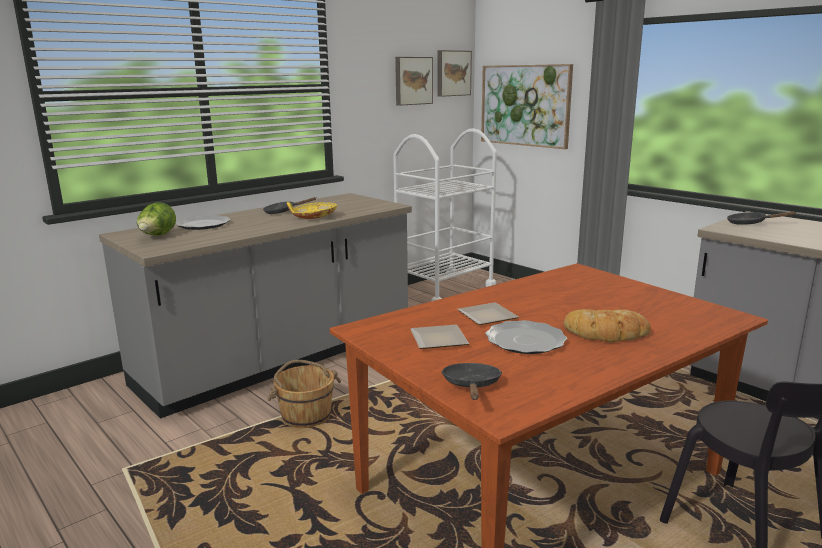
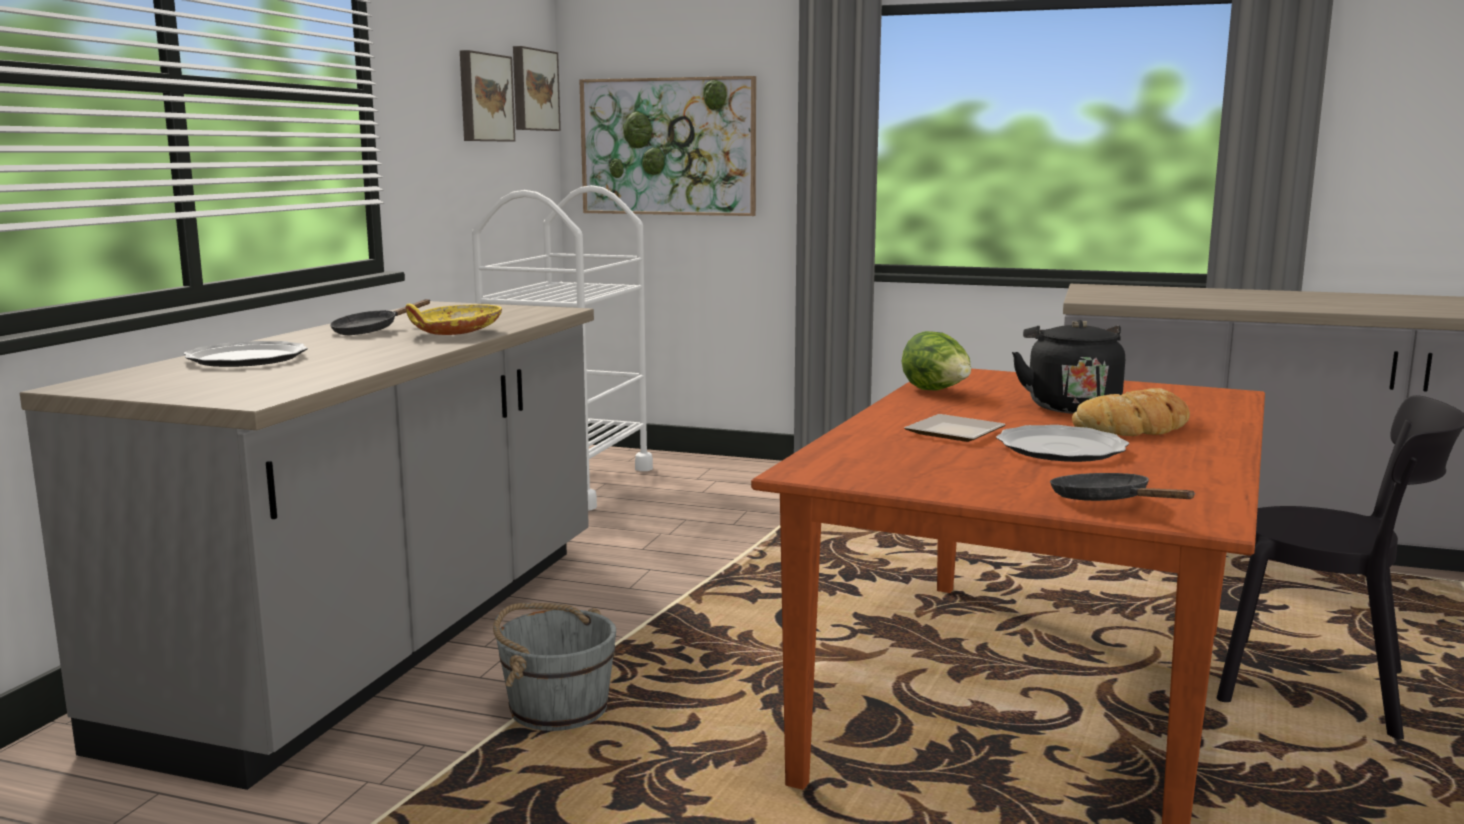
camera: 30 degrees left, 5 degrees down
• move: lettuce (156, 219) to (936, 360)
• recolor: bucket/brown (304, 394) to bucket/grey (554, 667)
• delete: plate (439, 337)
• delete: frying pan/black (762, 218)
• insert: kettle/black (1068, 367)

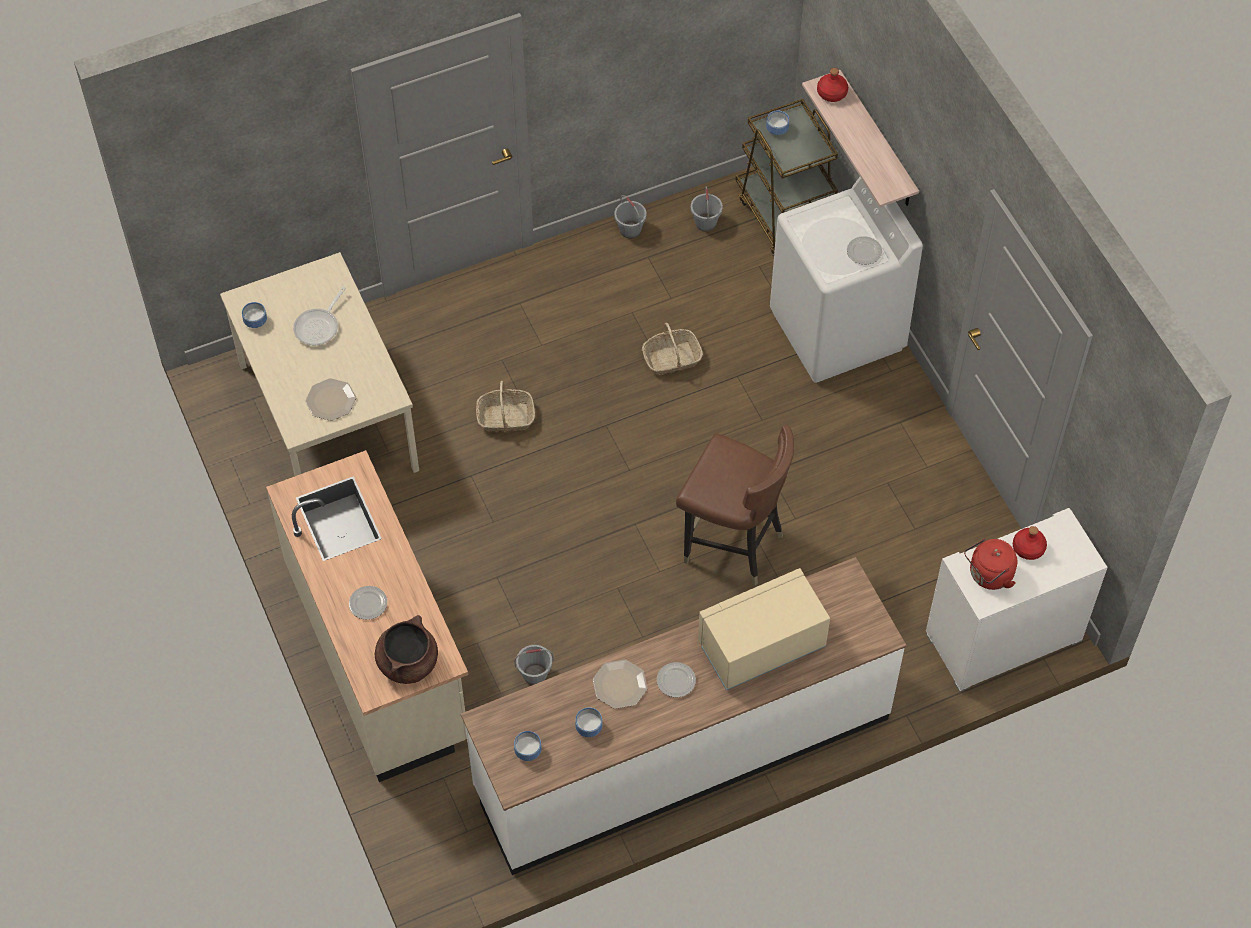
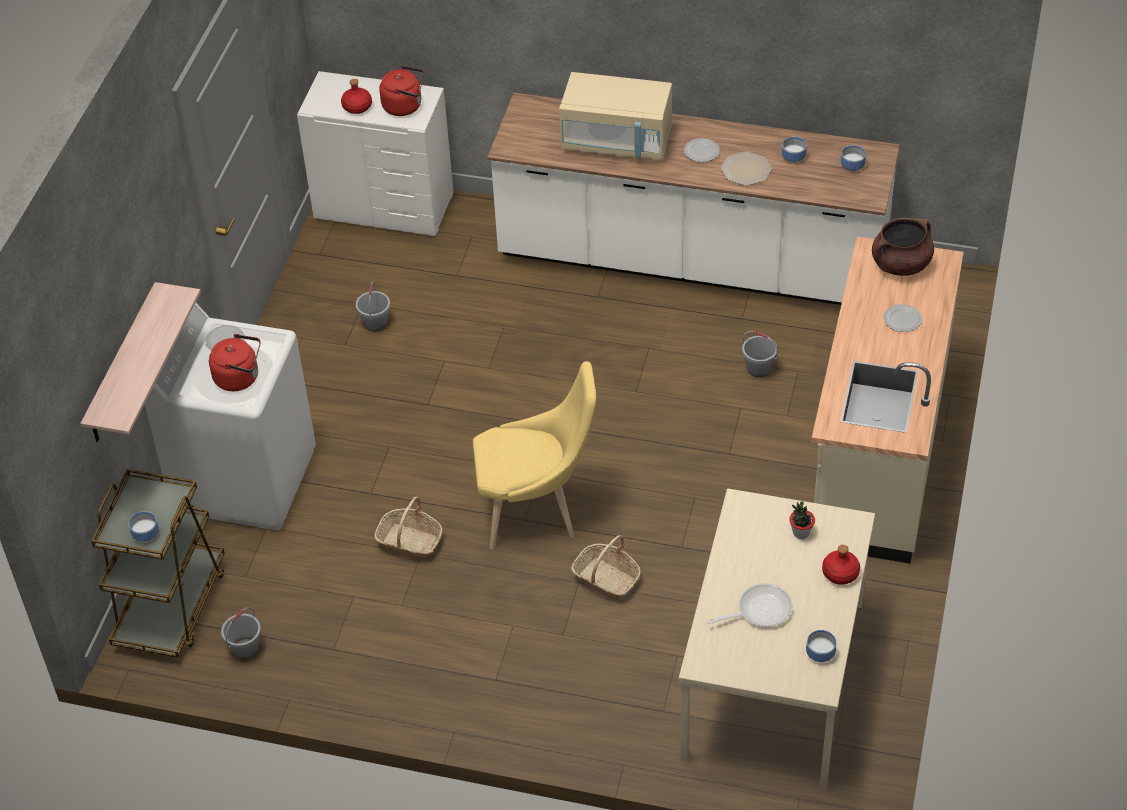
camera: 140 degrees left, 10 degrees down
• replace: plate (330, 399) to potted plant (802, 520)
• move: bucket/grey (630, 217) to (373, 307)
• delete: chair/brown (735, 504)
• move: bottle/red (832, 85) to (841, 565)
• insert: kettle/red (234, 362)
• insert: chair/yellow (534, 455)

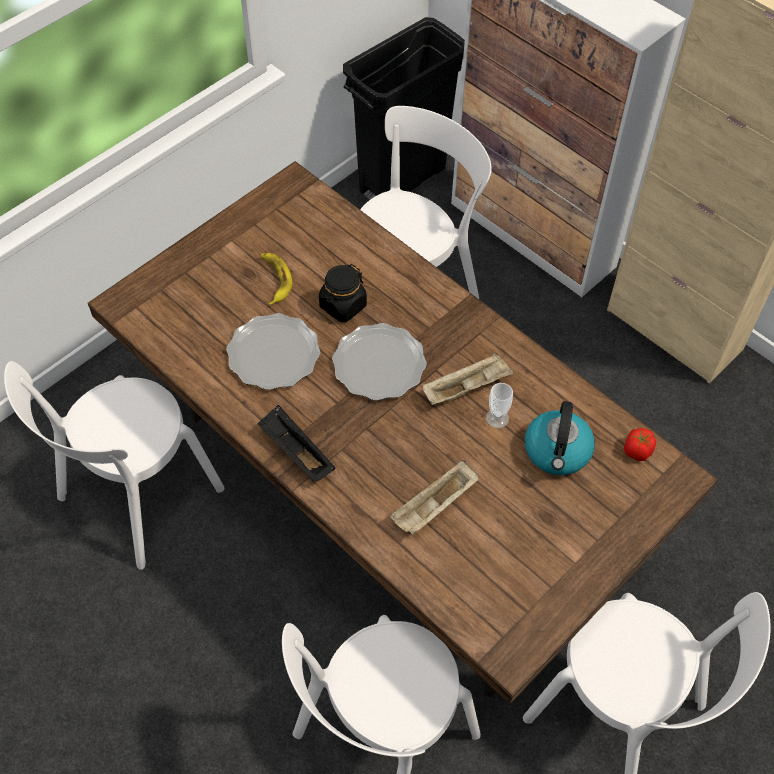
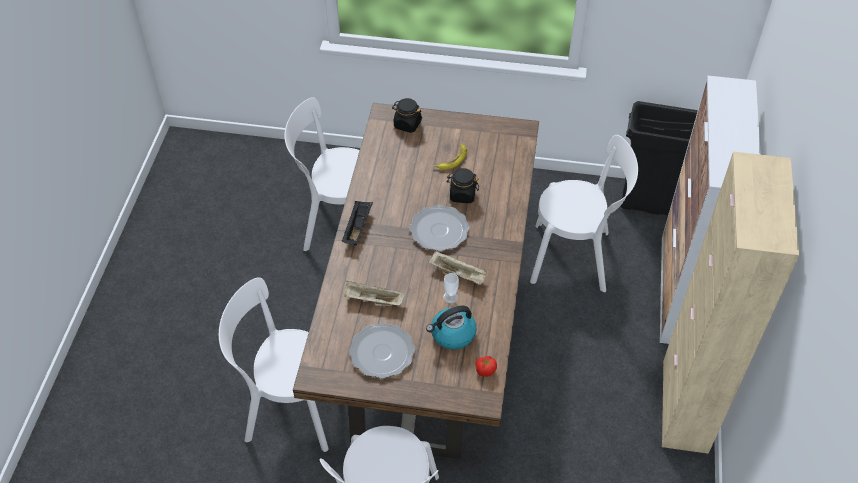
camera: 55 degrees right, 5 degrees down
• move: plate (273, 351) to (382, 351)
• insert: jar/black (407, 115)

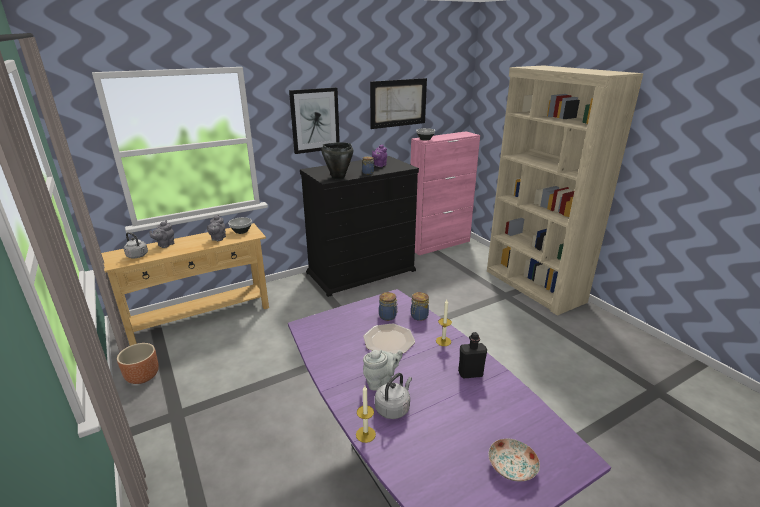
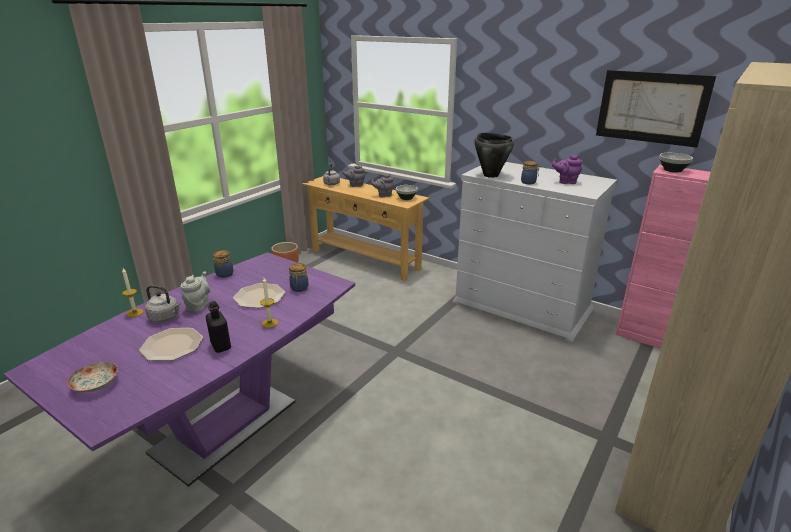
camera: 65 degrees right, 0 degrees up
• delete: picture (314, 120)
• recolor: dresser/black (359, 226) to dresser/white (534, 252)
• rotate: teapot/grey (383, 370) = (195, 291) 120 degrees counterclockwise
• move: jar (420, 306) to (222, 264)
• insert: plate (171, 344)

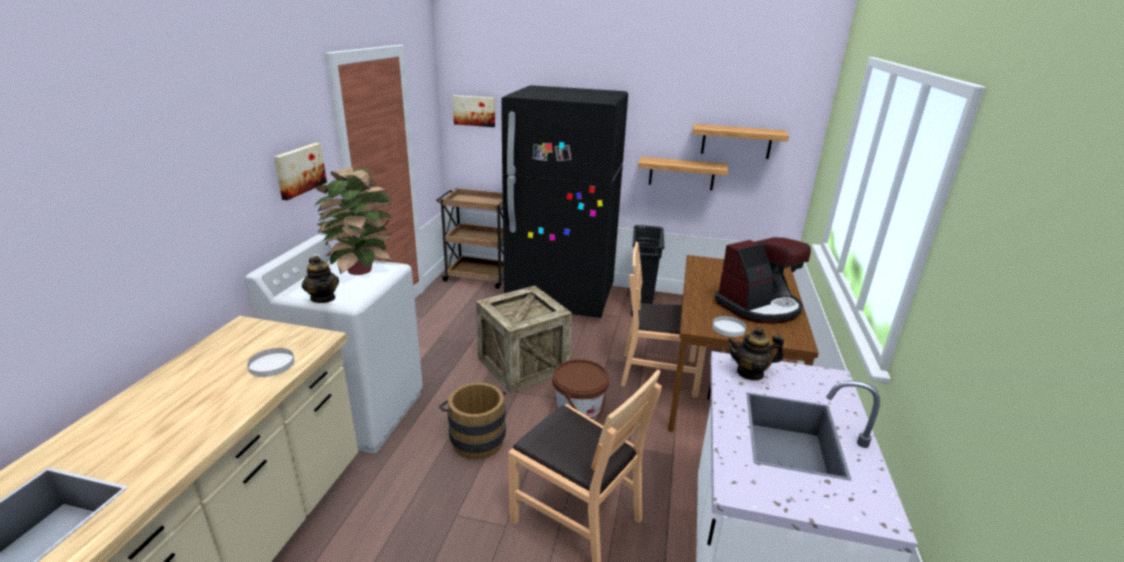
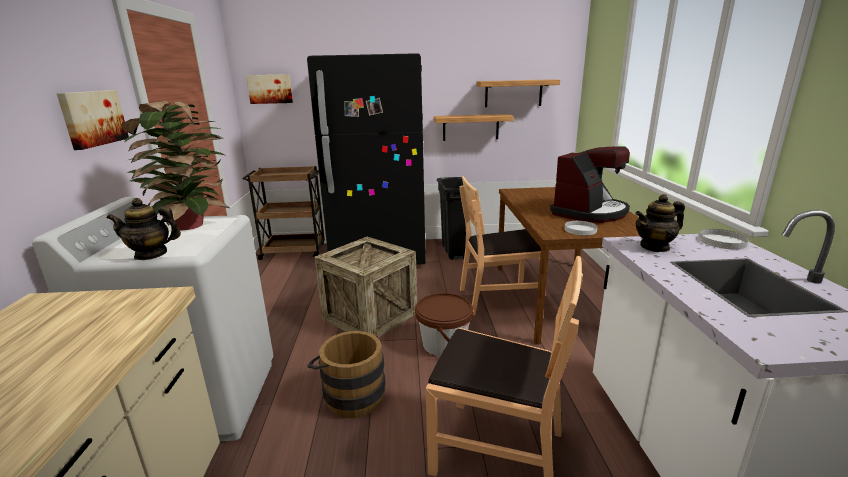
camera: 15 degrees left, 5 degrees down
• move: plate/white (271, 362) to (724, 239)
• rotate: teapot (320, 279) = (143, 229) 135 degrees clockwise

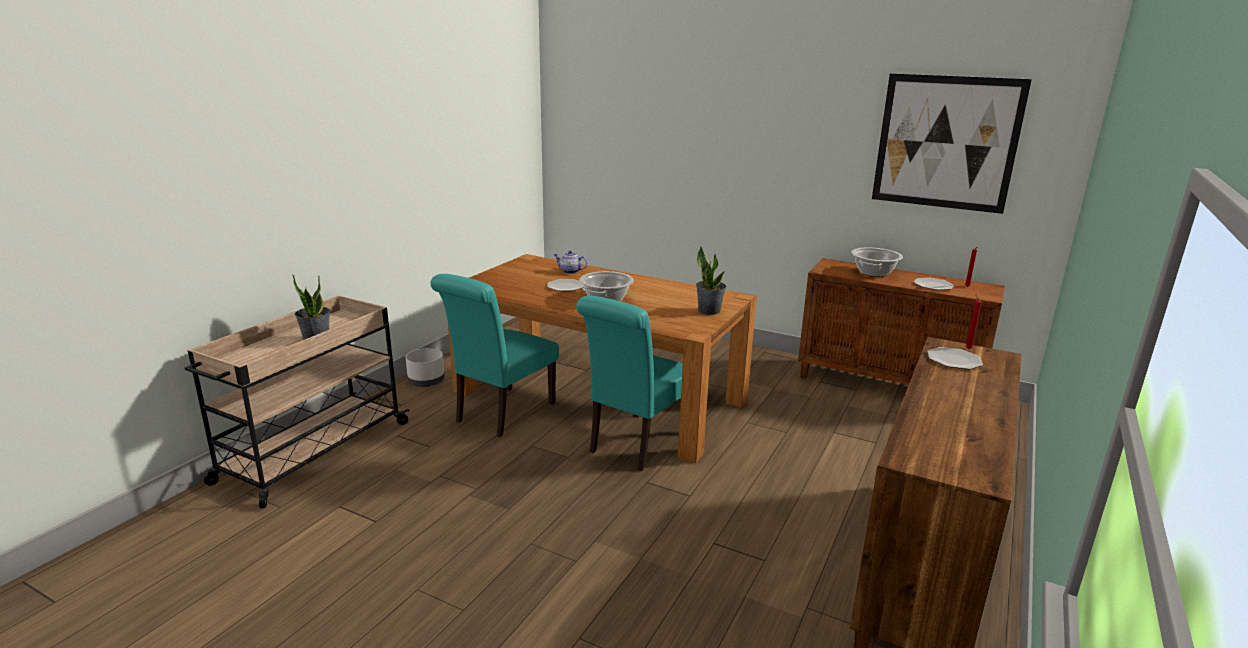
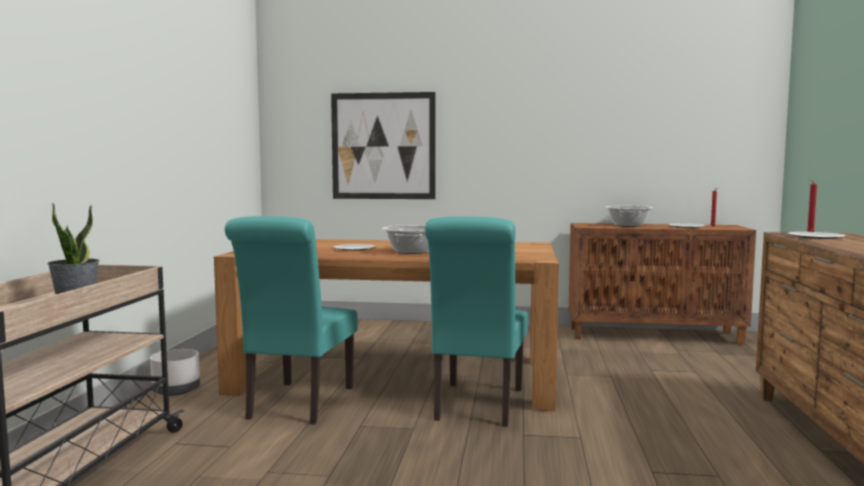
camera: 20 degrees left, 15 degrees down
• delete: teapot (571, 262)
• delete: potted plant (711, 280)
• move: picture (952, 144) to (383, 145)

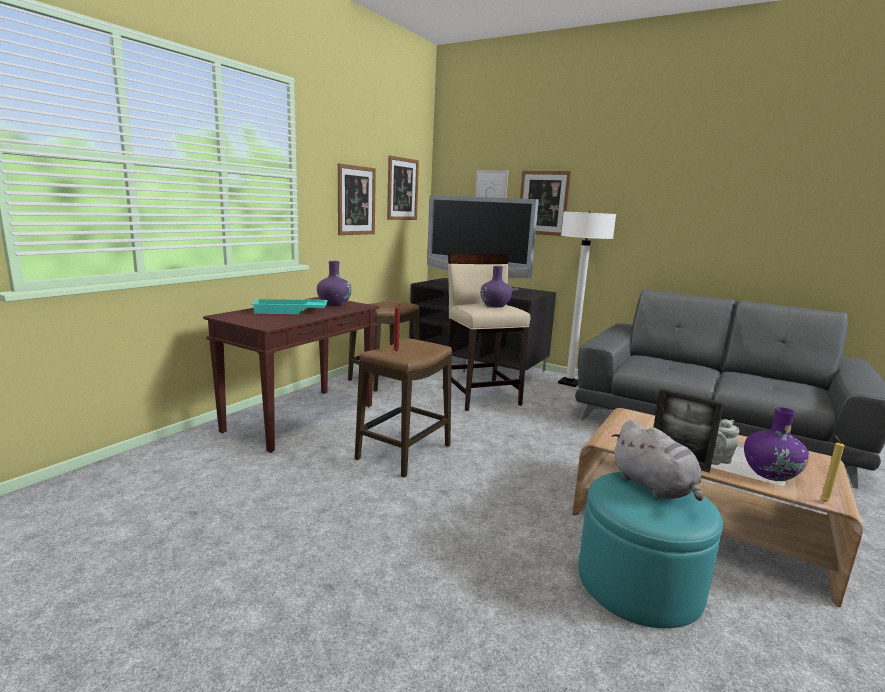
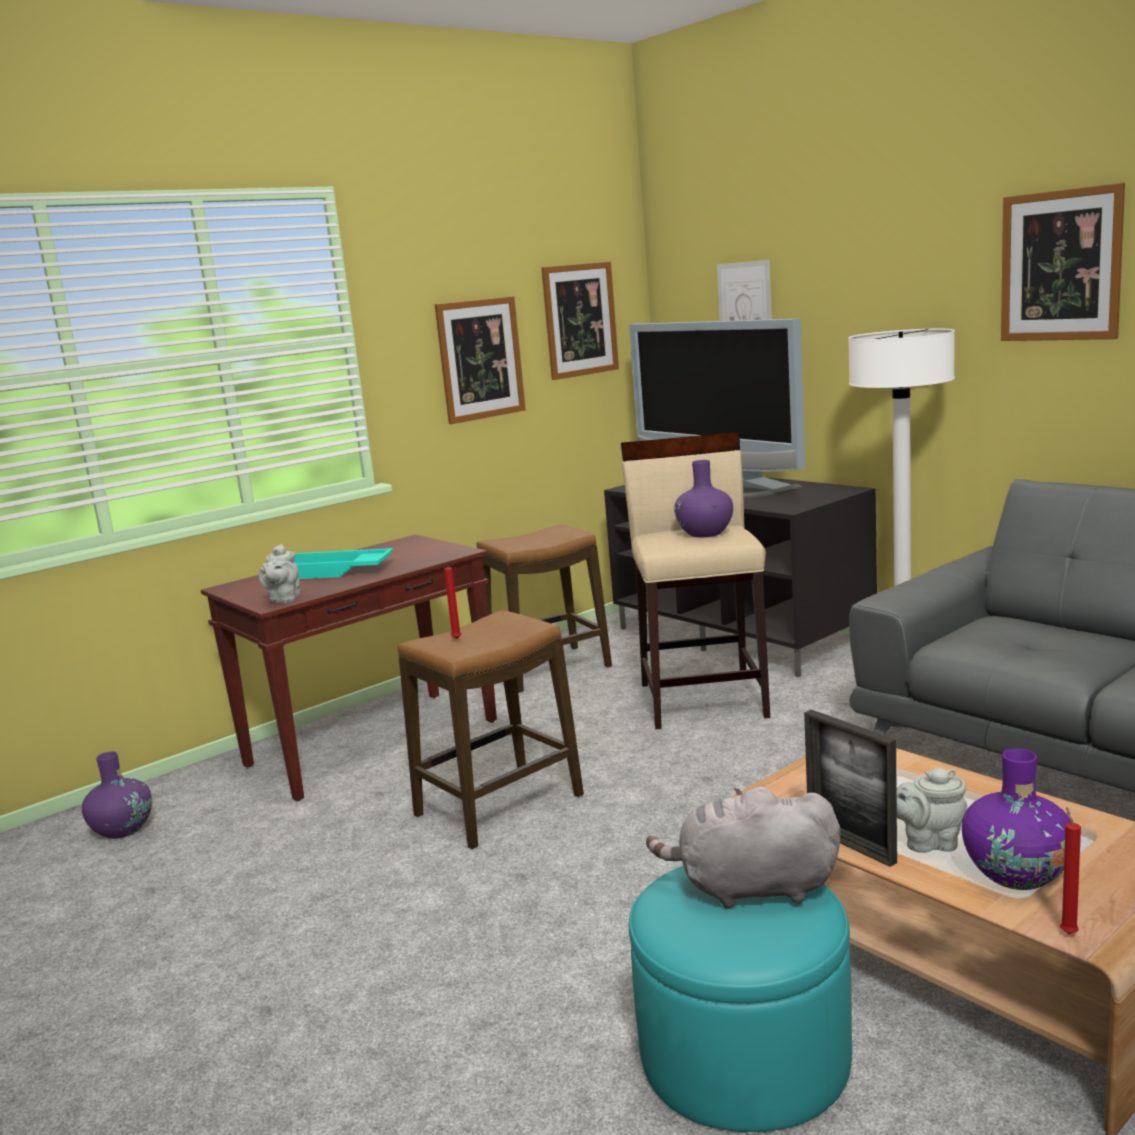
camera: 20 degrees right, 0 degrees up
• move: vase/purple (334, 283) to (117, 795)
• move: picture (545, 203) to (1063, 262)
• rotate: plush toy/grey (657, 460) = (743, 848) 105 degrees clockwise
• recolor: candle/yellow (832, 468) to candle/red (1070, 870)
• insert: teapot/grey (279, 573)

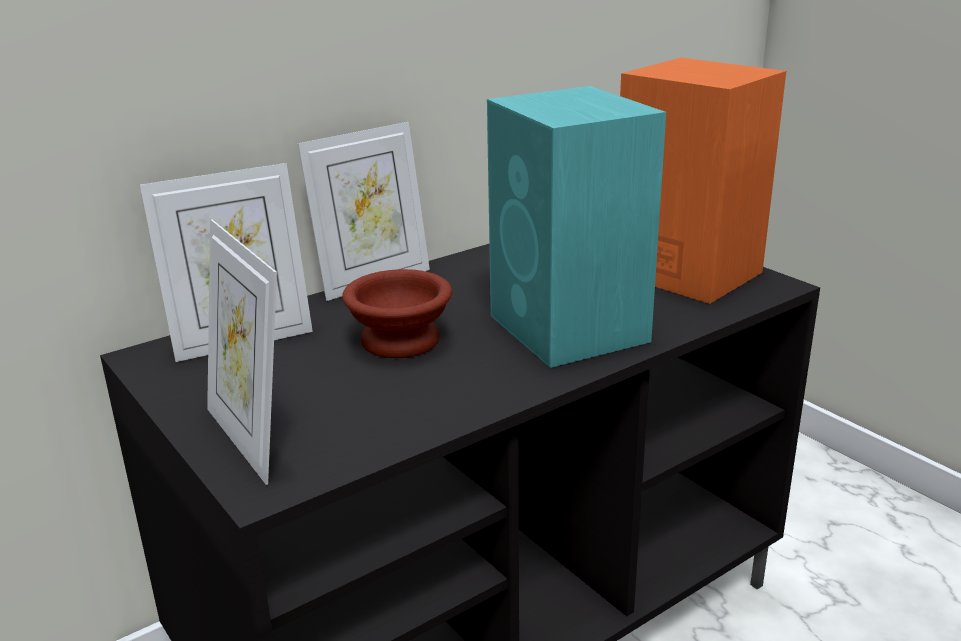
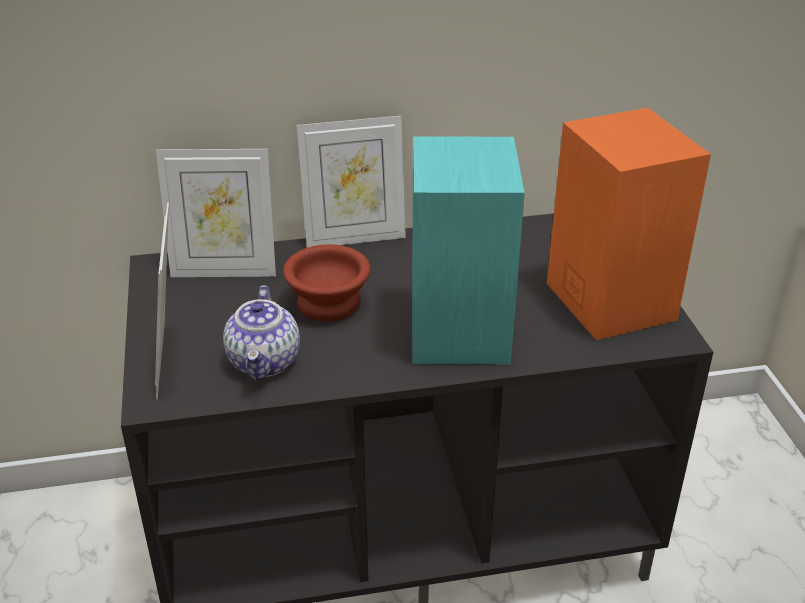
camera: 25 degrees right, 10 degrees up
• insert: teapot (261, 332)

